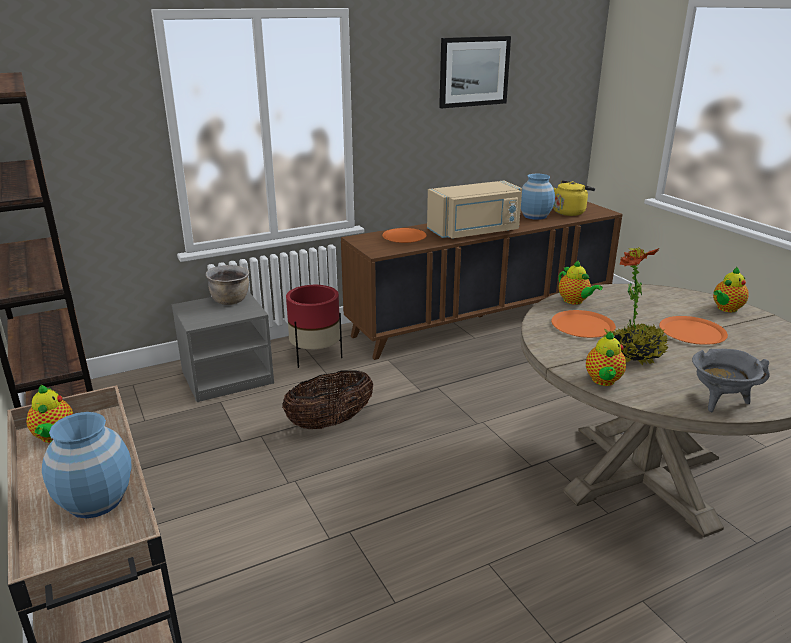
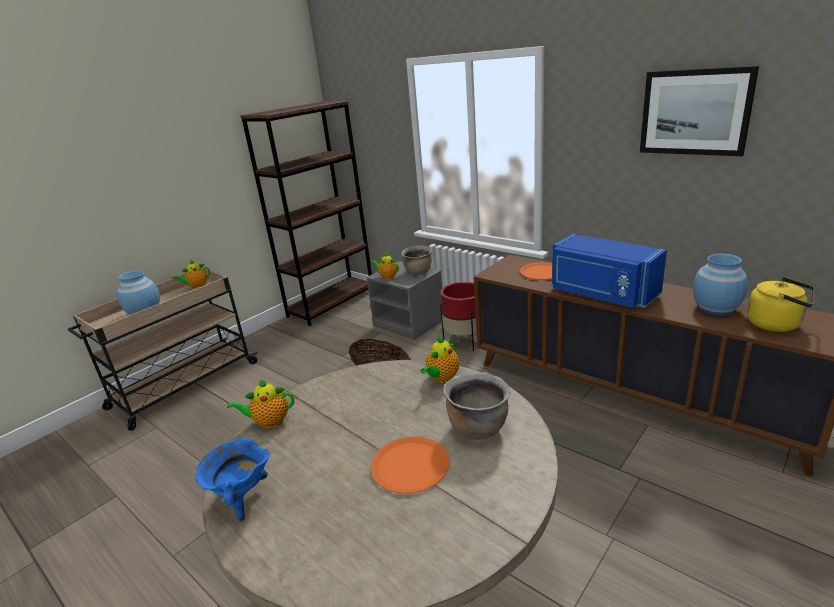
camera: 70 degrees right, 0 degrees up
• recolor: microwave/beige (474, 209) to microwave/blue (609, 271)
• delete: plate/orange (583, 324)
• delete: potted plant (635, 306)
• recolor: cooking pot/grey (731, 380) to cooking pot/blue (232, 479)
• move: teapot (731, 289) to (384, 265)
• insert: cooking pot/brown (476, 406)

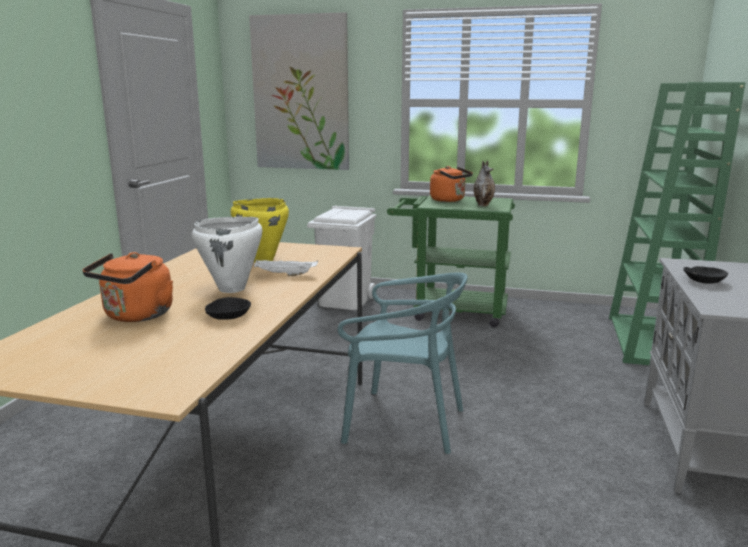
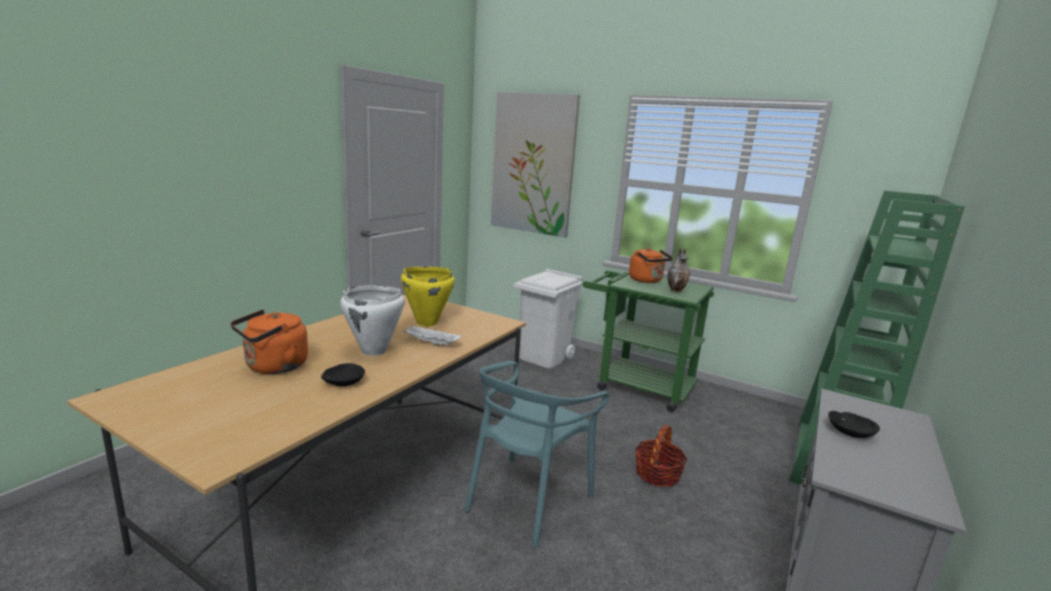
camera: 15 degrees right, 0 degrees up
• rotate: chair/turquoise (403, 363) = (537, 454) 90 degrees clockwise
• insert: basket (661, 456)

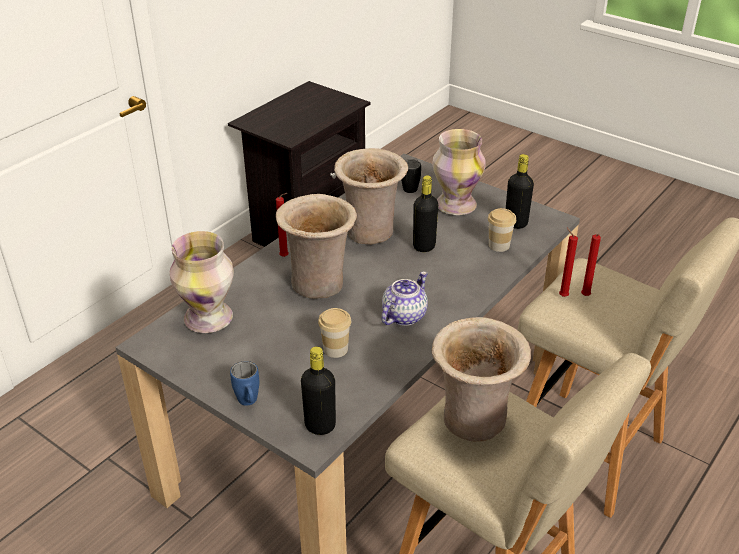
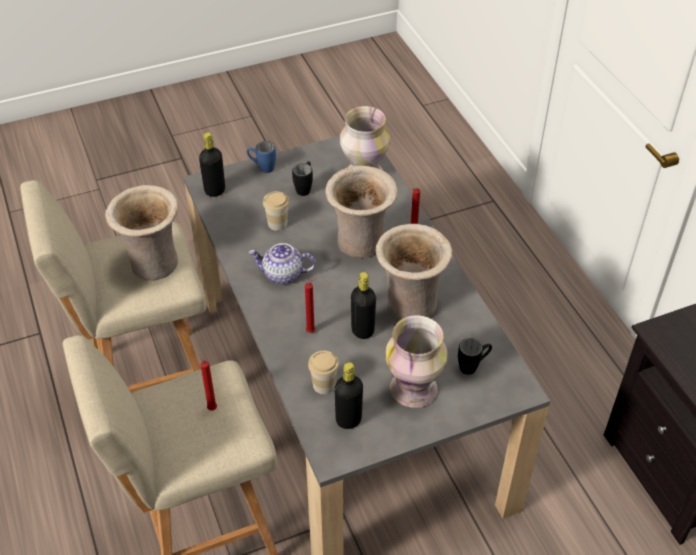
camera: 120 degrees right, 10 degrees up
• rotate: teapot (405, 299) = (282, 263) 120 degrees clockwise
• move: candle/red (568, 262) to (310, 305)
• insert: mug/black (302, 178)

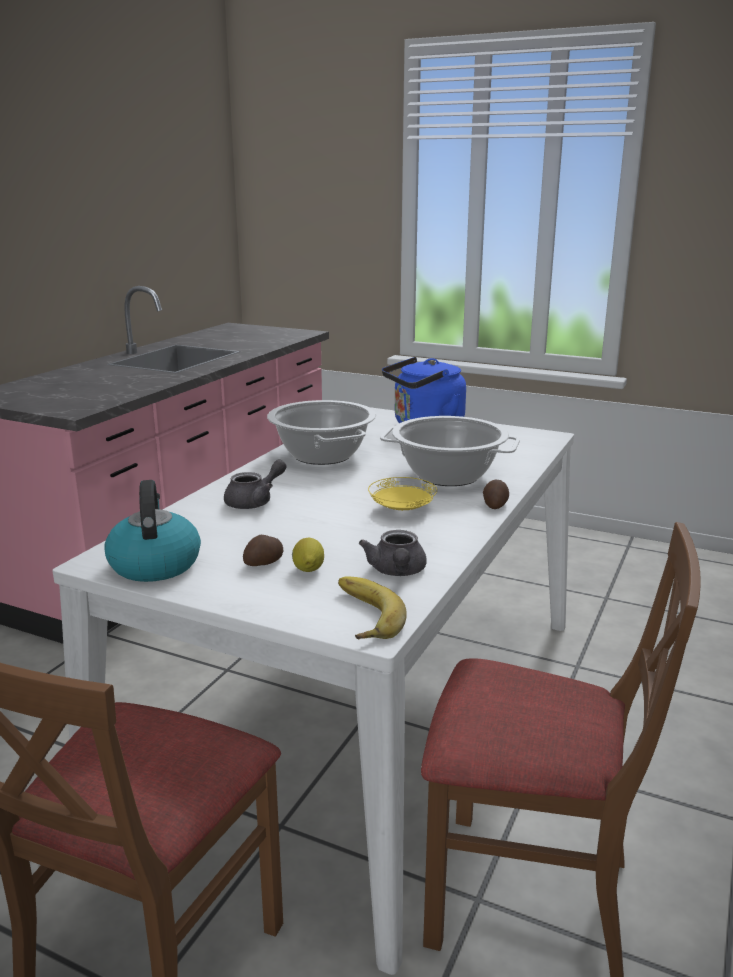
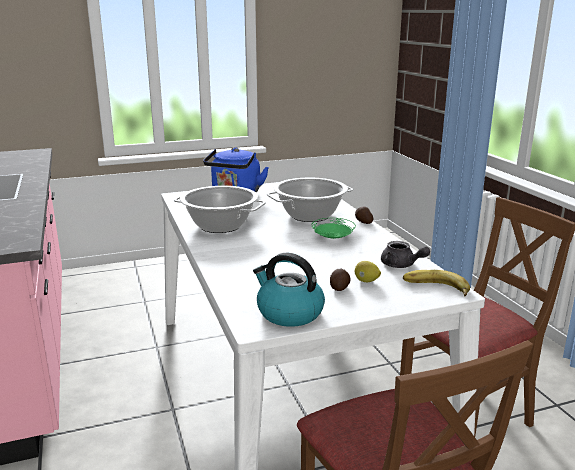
camera: 45 degrees left, 0 degrees up
• delete: teapot/grey (255, 484)
• recolor: plate/yellow (402, 494) to plate/green (333, 228)

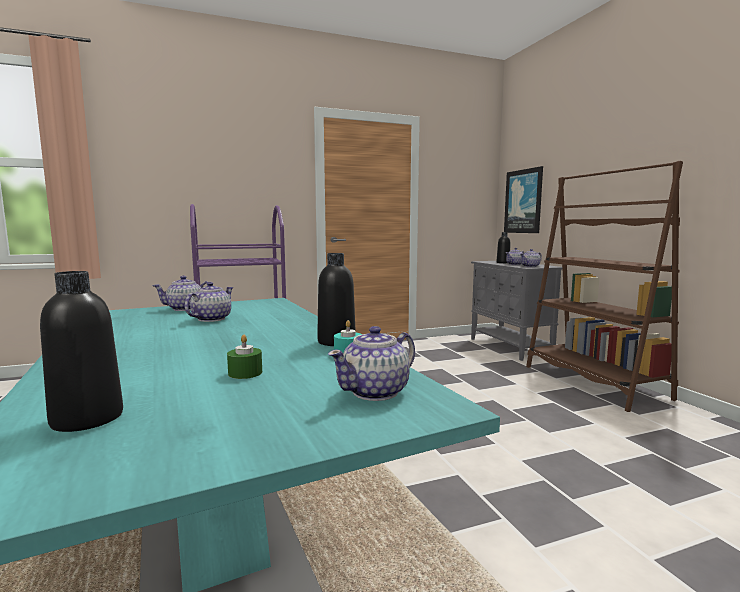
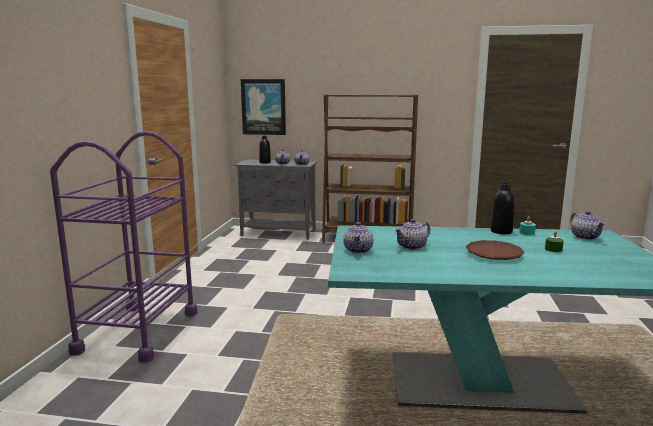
camera: 60 degrees left, 5 degrees up
• delete: bottle/black (81, 351)
• rotate: teapot (209, 302) = (412, 234) 90 degrees counterclockwise
• insert: plate/brown (495, 250)

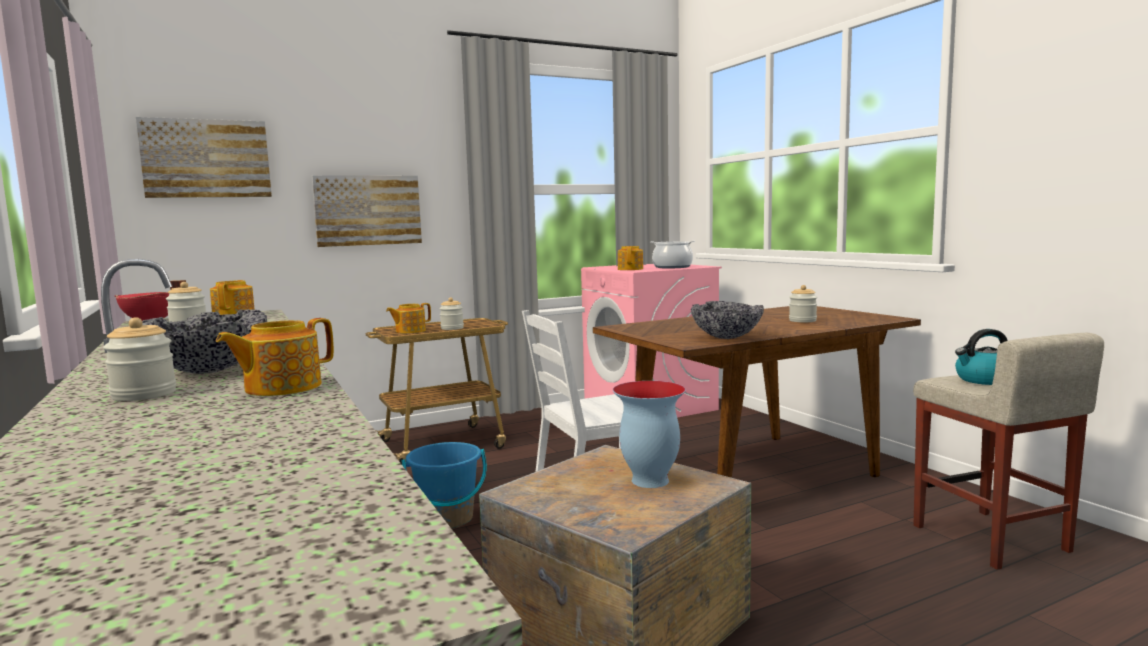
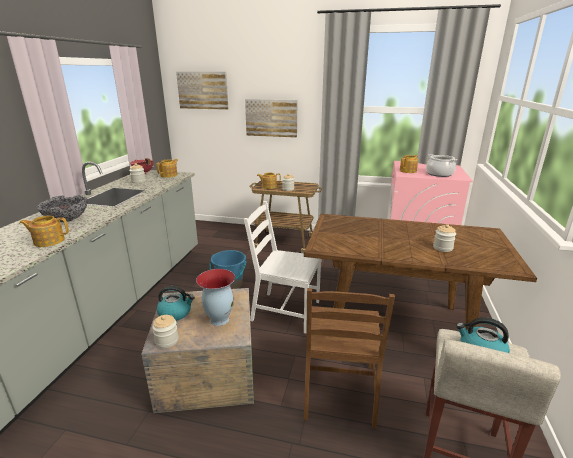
camera: 40 degrees right, 15 degrees up
• move: jar (139, 359) to (165, 331)
• delete: bowl (727, 320)
• insert: kettle (176, 303)
• insert: chair/brown (349, 358)

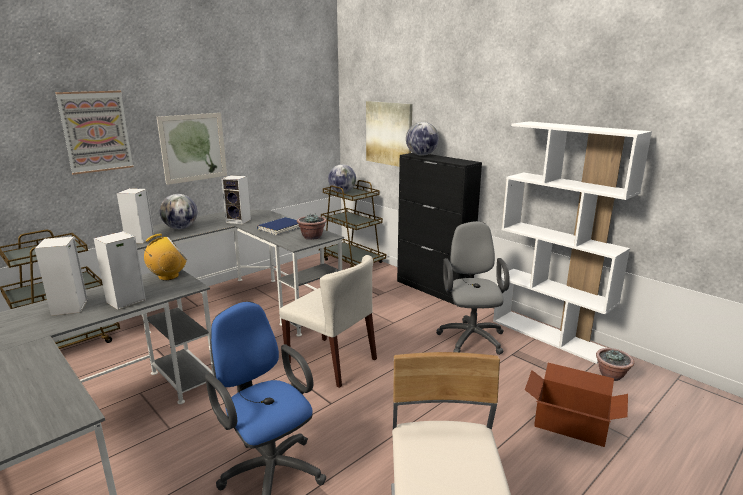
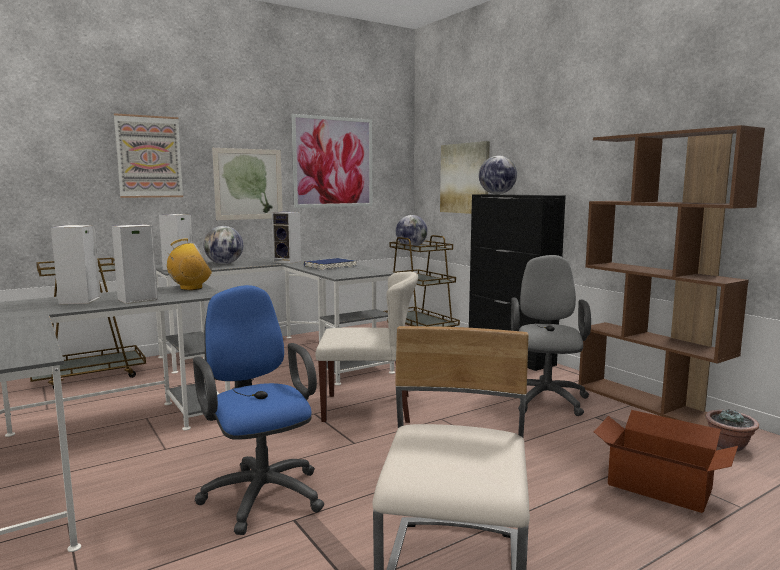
camera: 10 degrees right, 10 degrees down
• rotate: chair/beige (328, 321) = (367, 347) 45 degrees counterclockwise
• delete: potted plant (312, 227)
• recolor: bookcase/white (572, 242) to bookcase/brown (672, 276)
• insert: picture (331, 161)

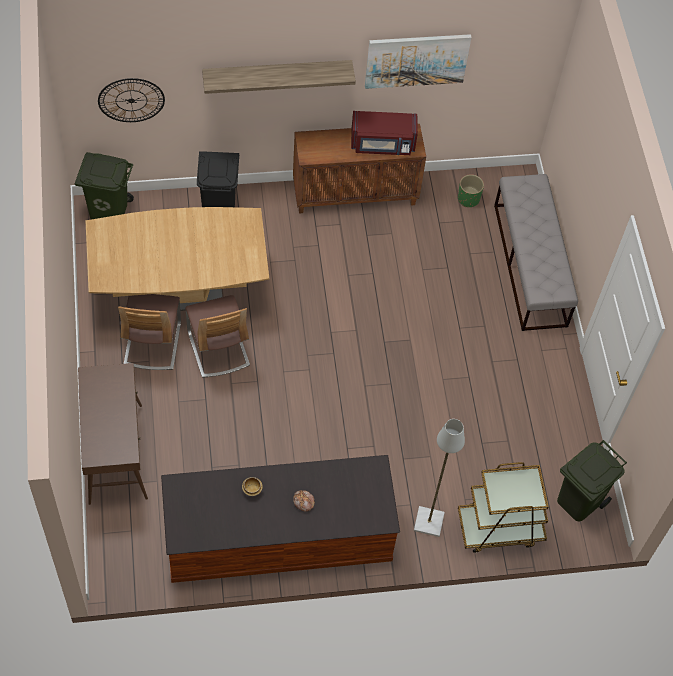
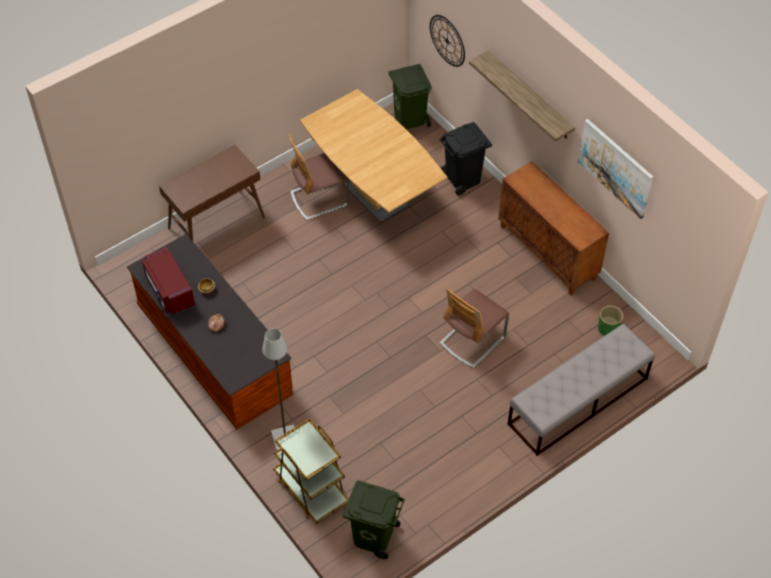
camera: 65 degrees right, 5 degrees down
• move: chair (217, 336) to (474, 328)
• move: microwave/red (384, 133) to (168, 281)

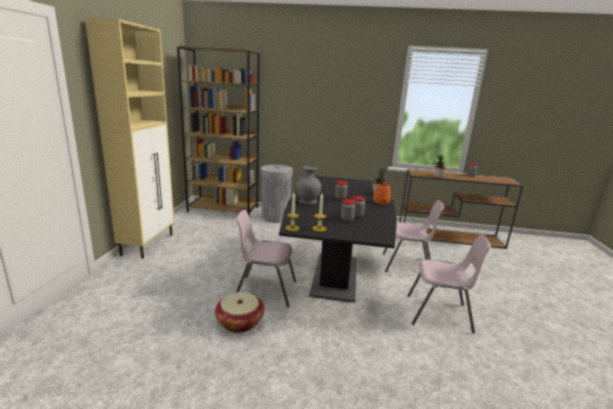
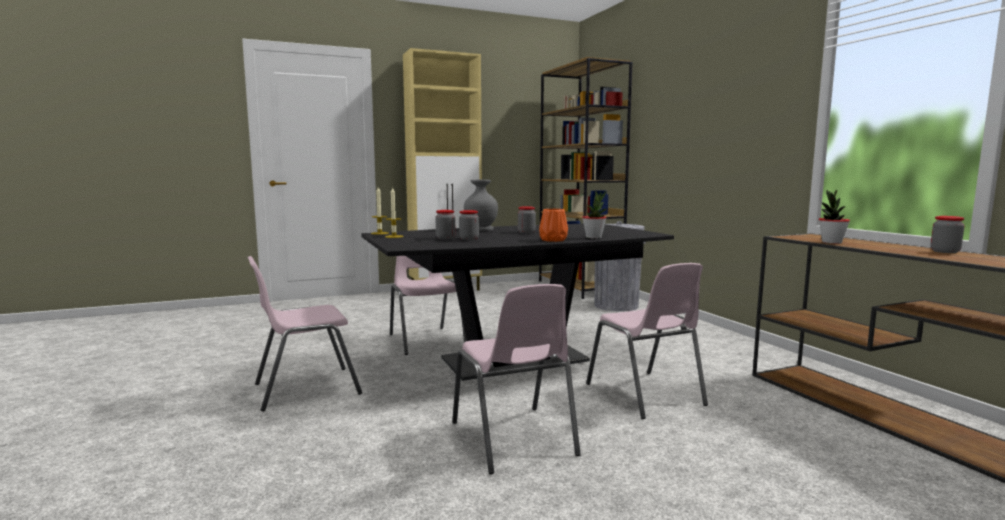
camera: 60 degrees right, 10 degrees down
• delete: basket (239, 312)
• insert: chair/pink (305, 333)

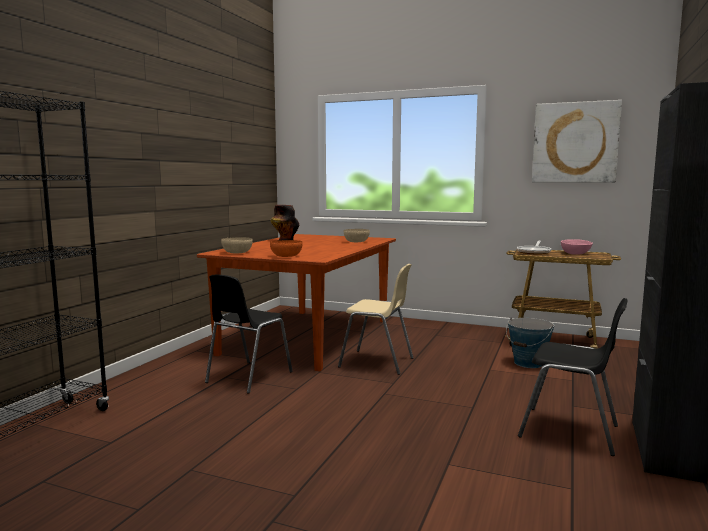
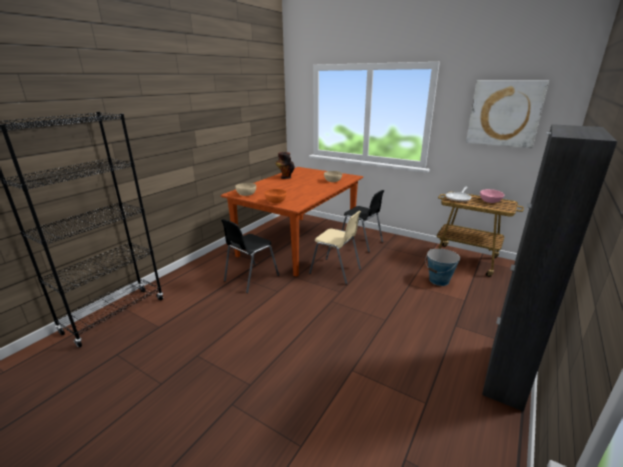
camera: 10 degrees right, 15 degrees up
• move: chair/black (572, 377) to (363, 221)

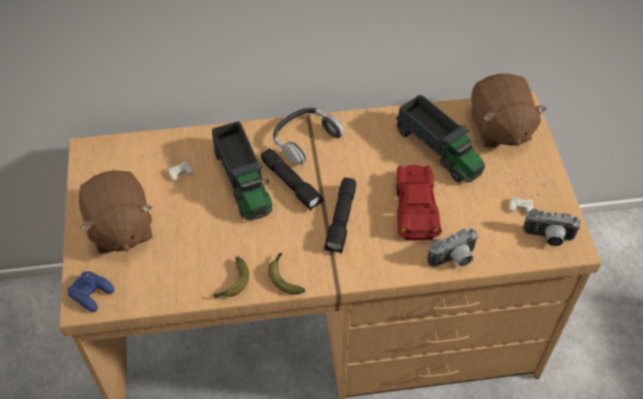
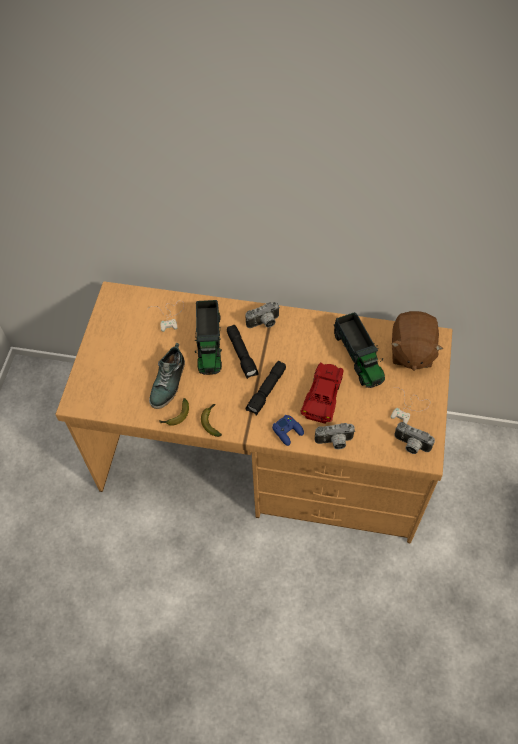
camera: 20 degrees right, 5 degrees up
• move: game controller/blue (90, 291) to (288, 430)
• delete: plush toy/brown (116, 212)
• replace: headphones (308, 136) to photo camera (262, 315)
• insert: shoe (167, 376)

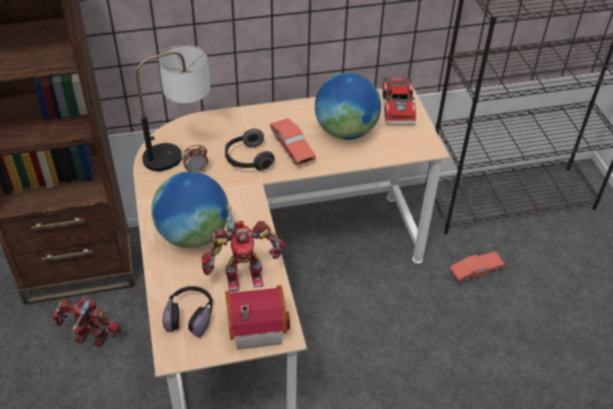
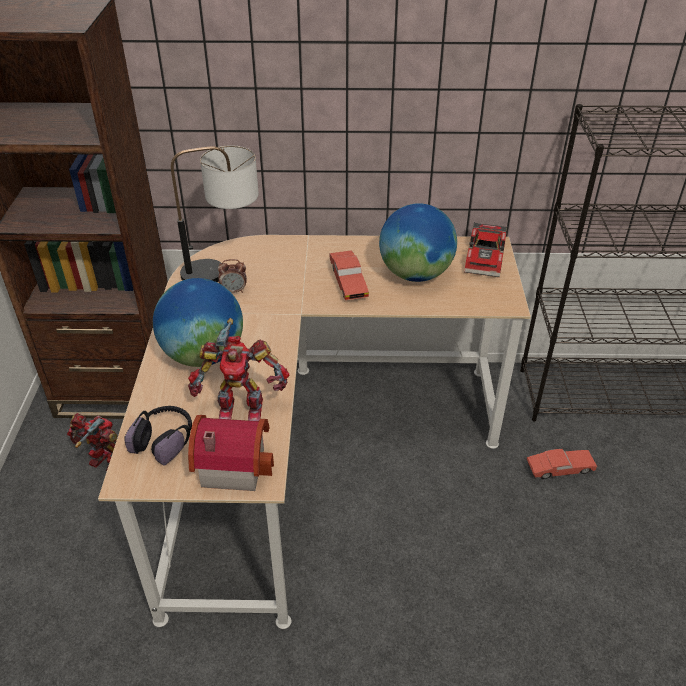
camera: 15 degrees right, 5 degrees down
• delete: headphones (250, 150)

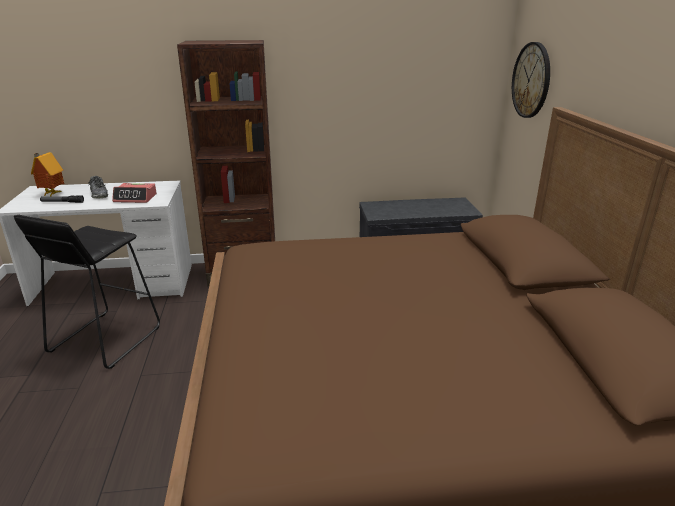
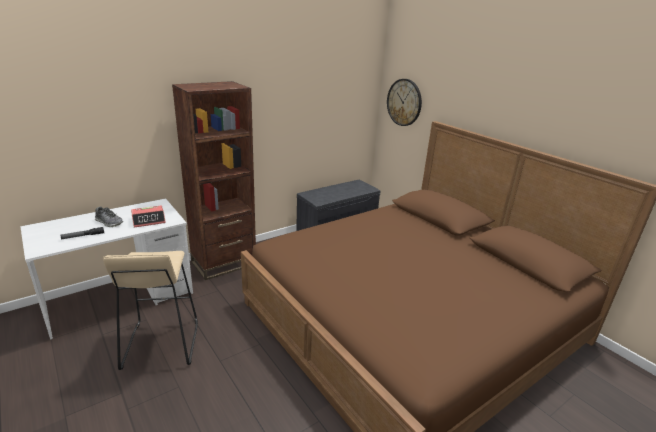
camera: 30 degrees left, 0 degrees up
• recolor: stool/black (87, 292) to stool/beige (150, 310)
• delete: toy house (47, 174)

